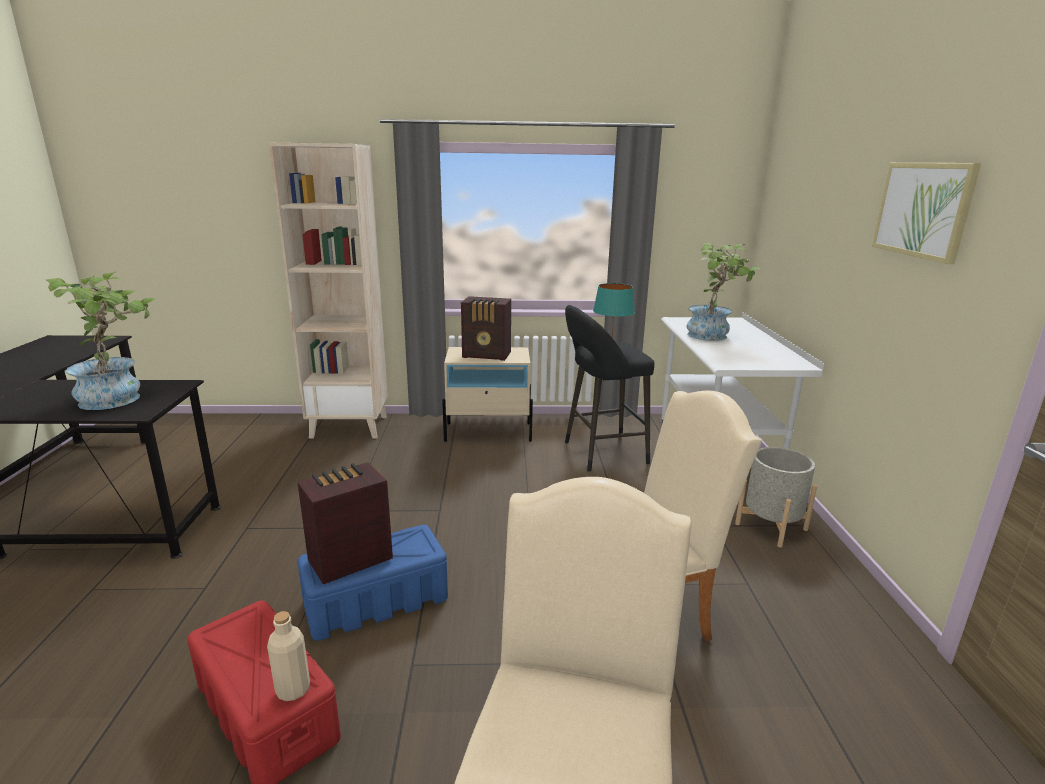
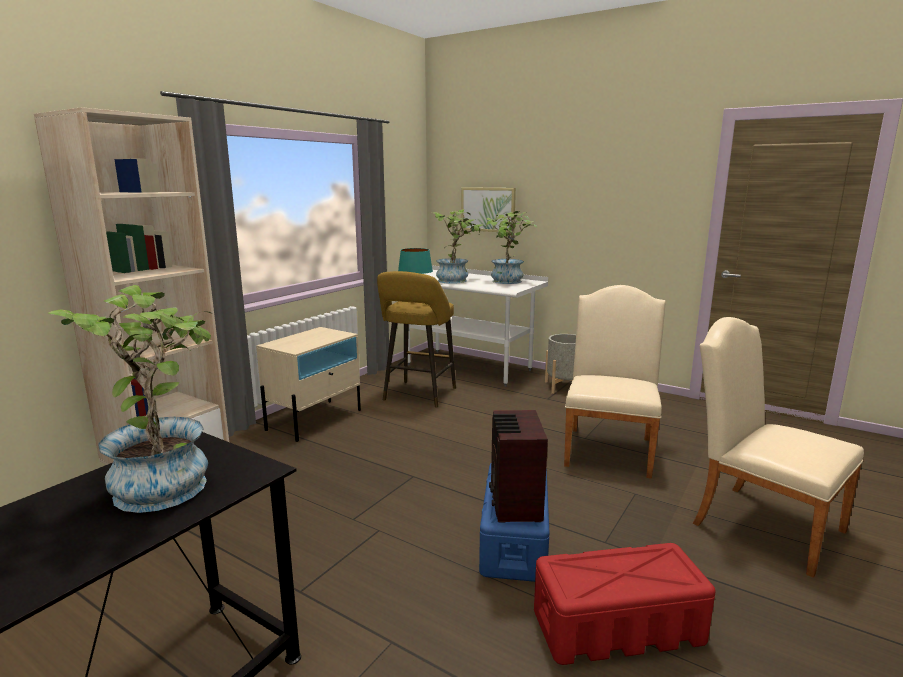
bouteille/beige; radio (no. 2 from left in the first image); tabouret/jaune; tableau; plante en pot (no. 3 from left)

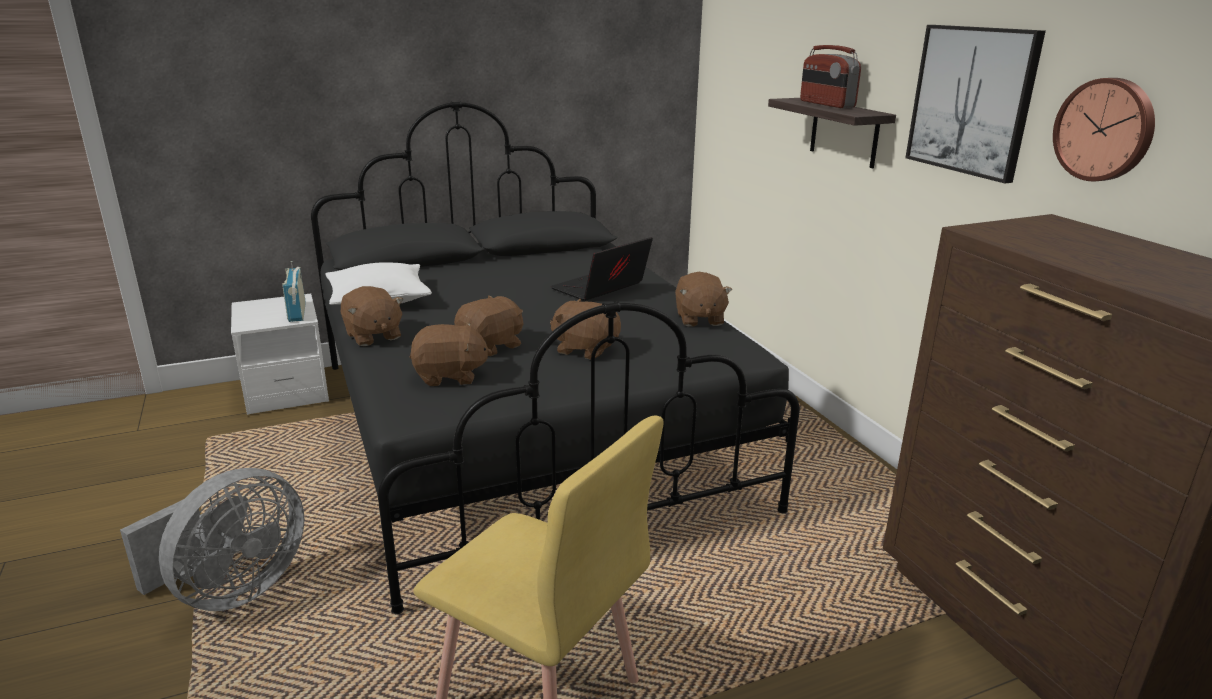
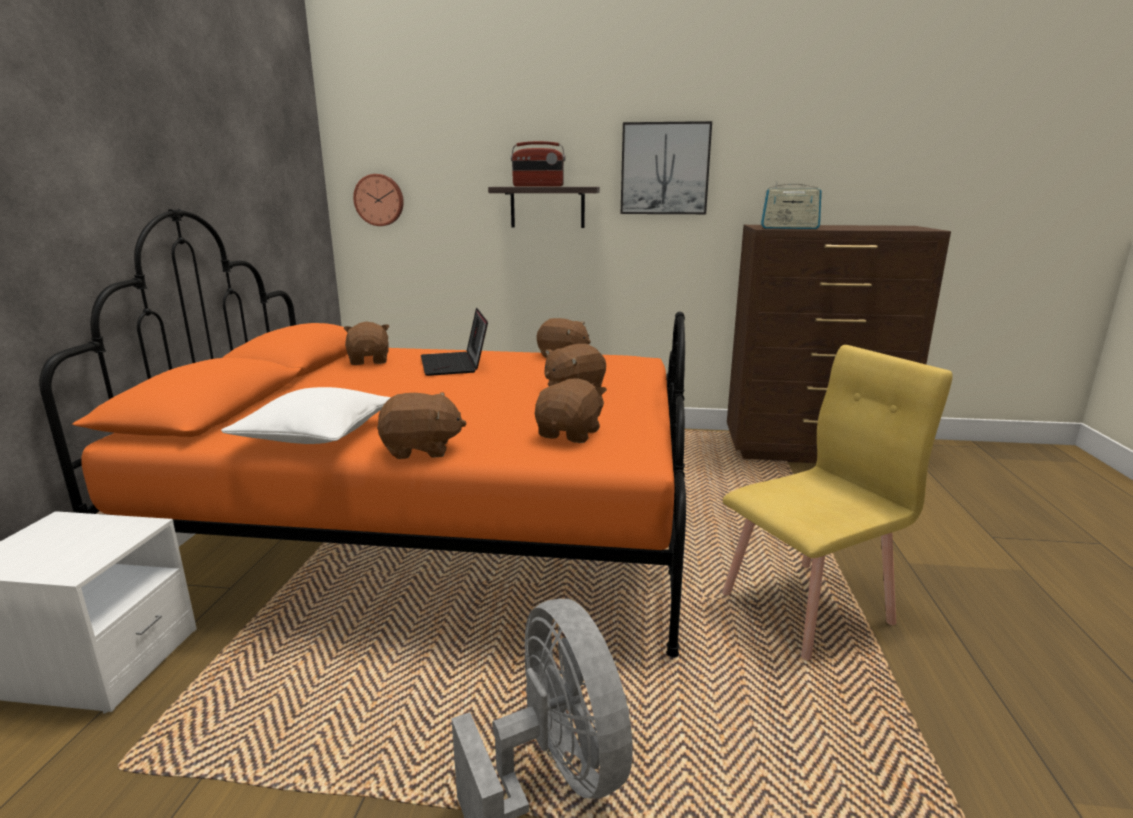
radio (no. 2 from left); lit/orange; peluche/marron (no. 1 from left); horloge murale

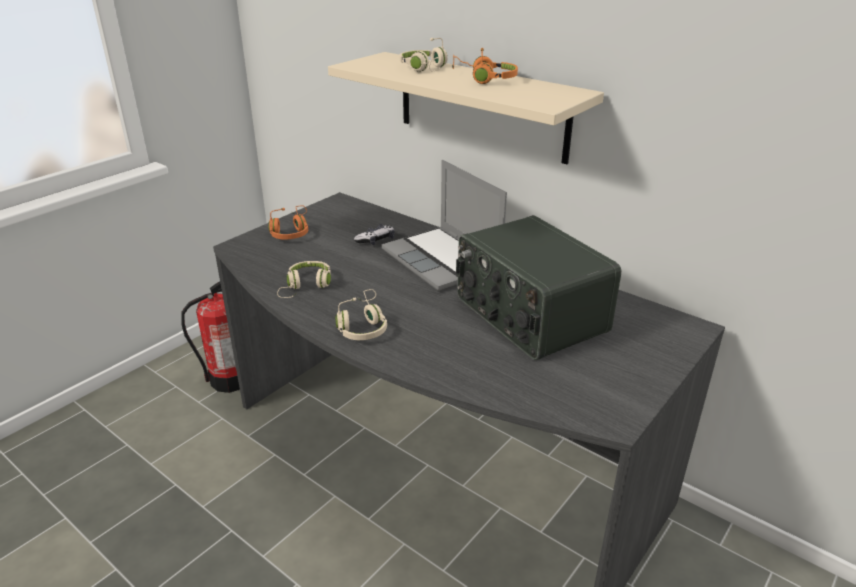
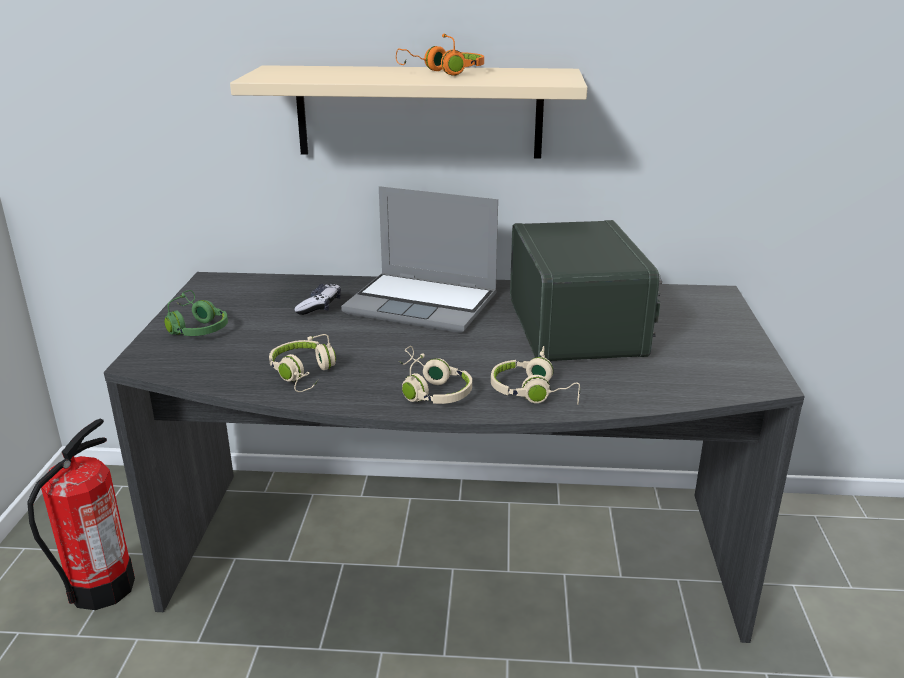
casque audio/vert; casque audio/beige (no. 3 from left); radio

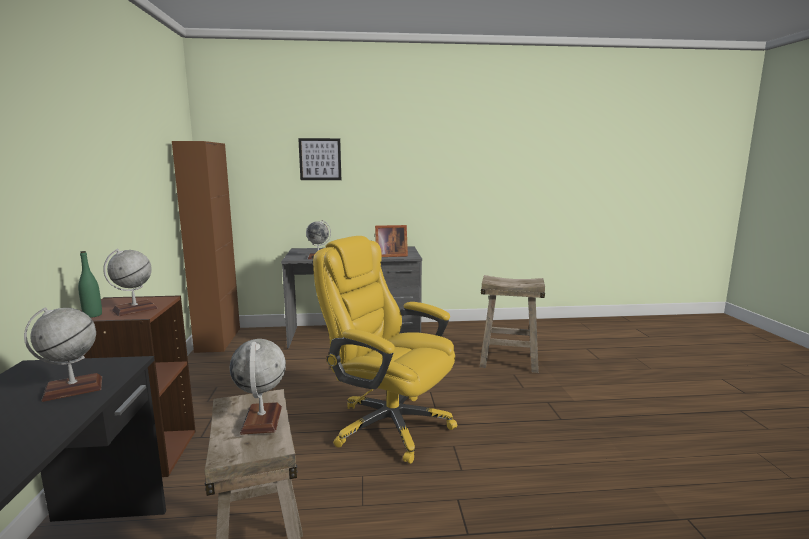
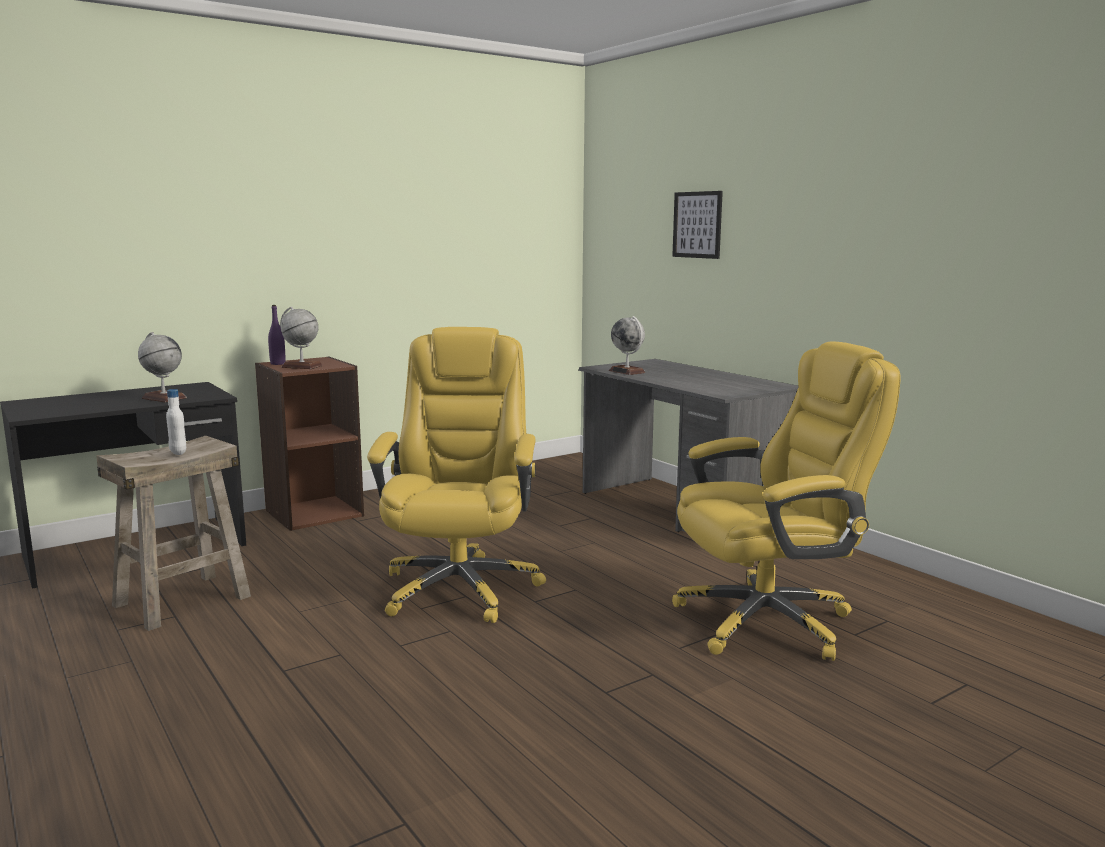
bouteille/violet; meuble de rangement/marron; bouteille/blanc; cadre photo; chaise de bureau/jaune (no. 2 from left)

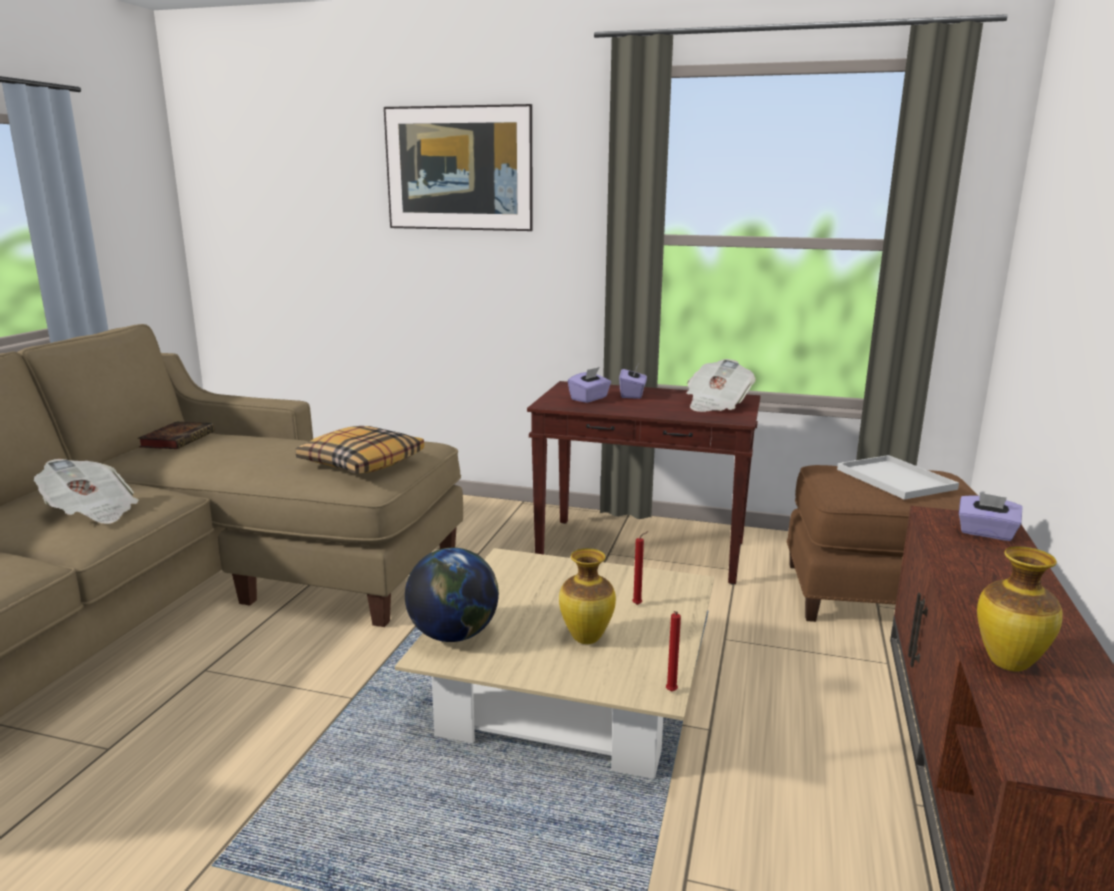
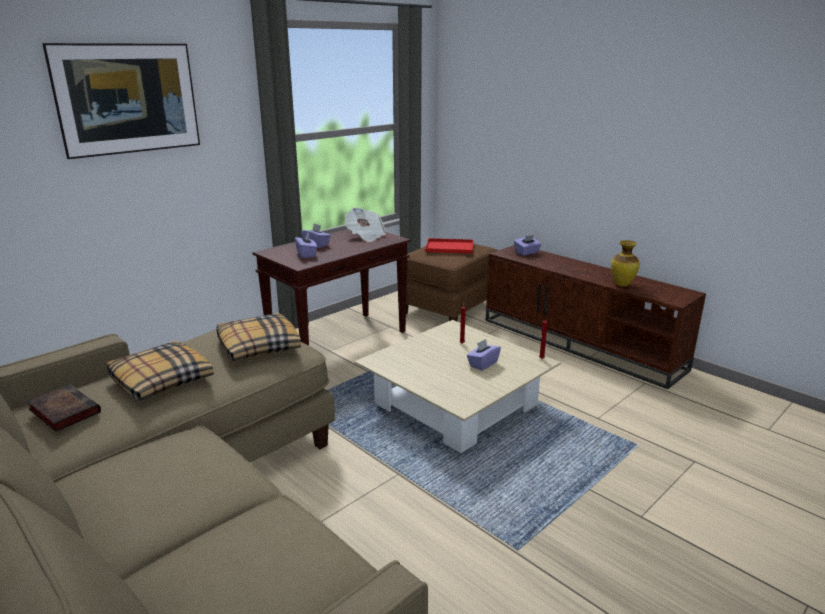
journal (no. 1 from left in the first image); globe; boîte à mouchoirs/violet (no. 3 from left); plateau/rouge; coussin (no. 1 from left)

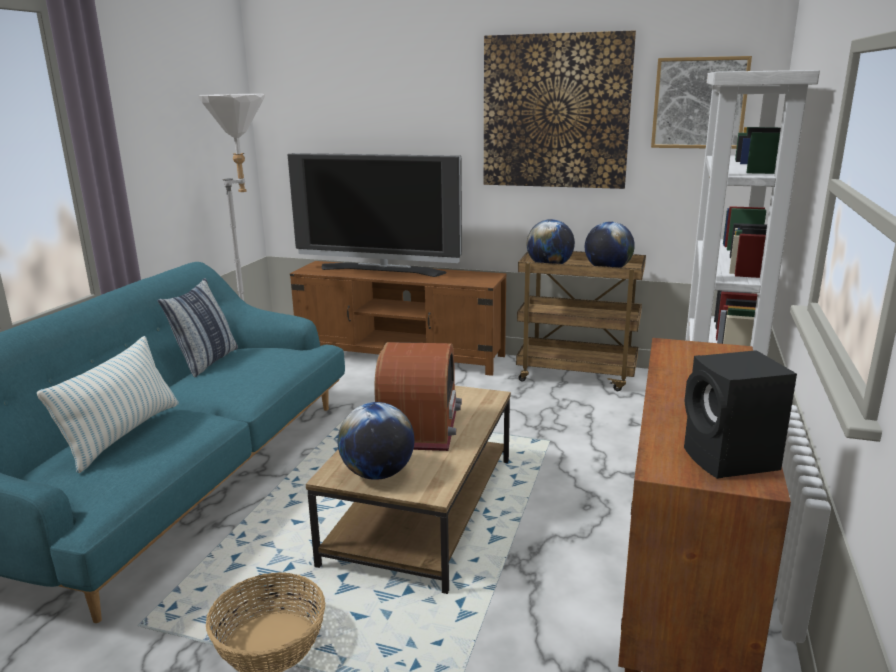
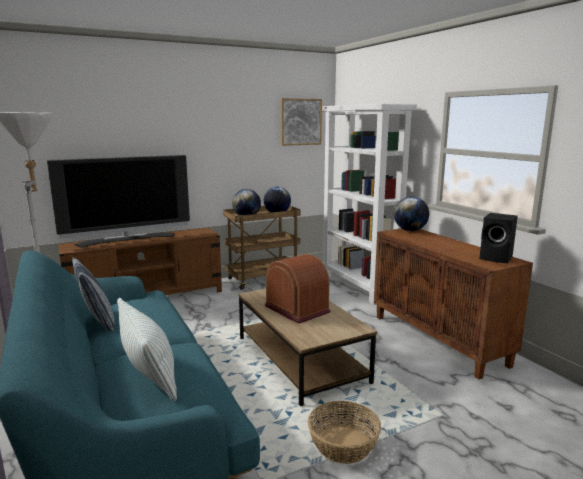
globe (no. 3 from left); tableau (no. 1 from left in the first image)

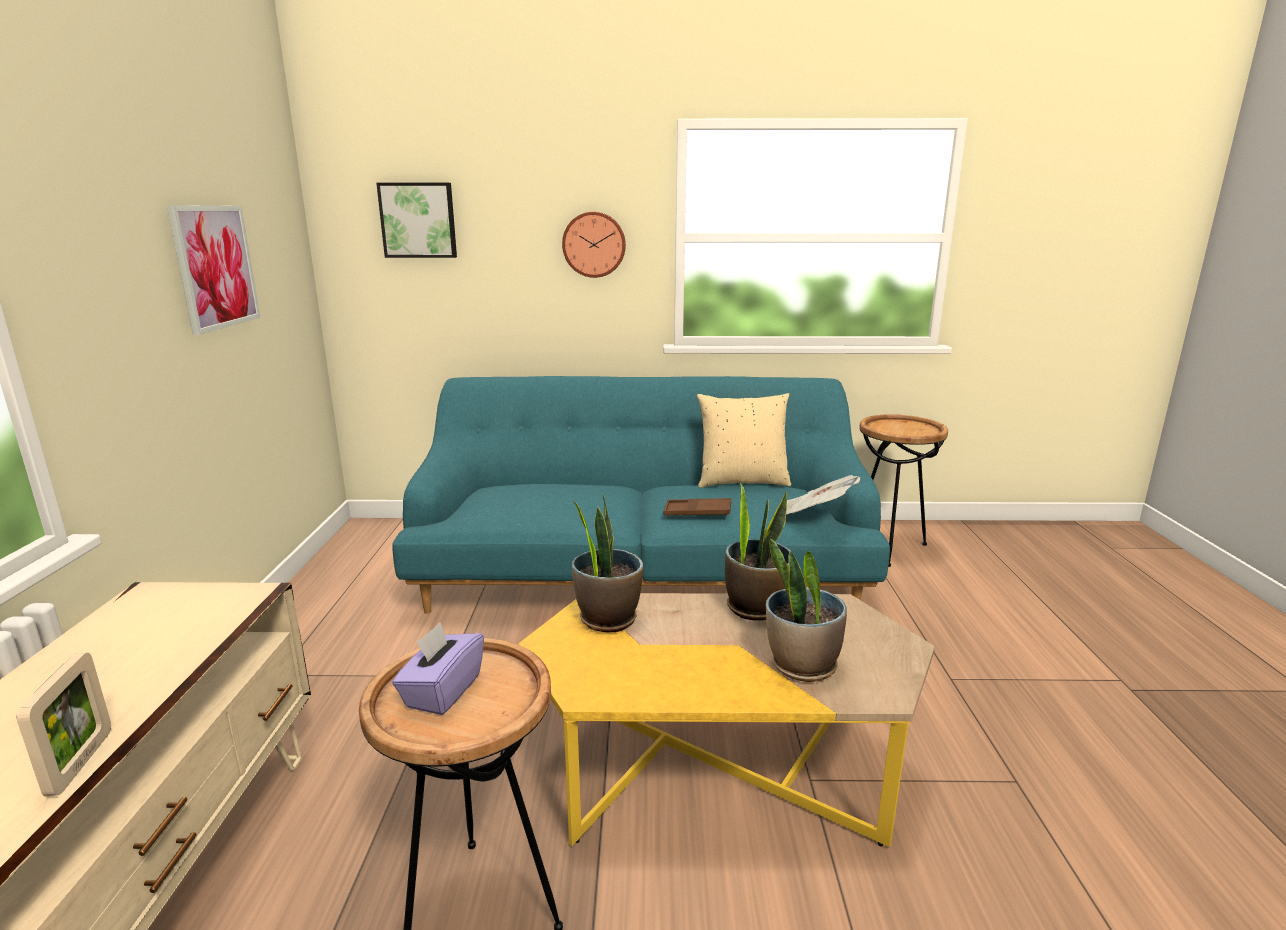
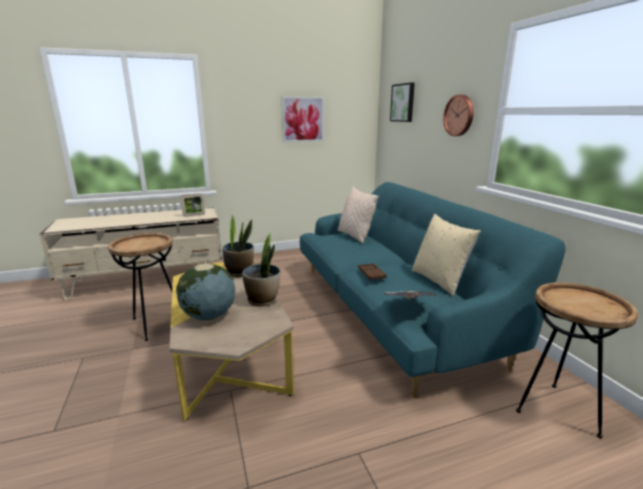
cadre photo; boîte à mouchoirs/violet; globe; coussin/beige (no. 1 from left)

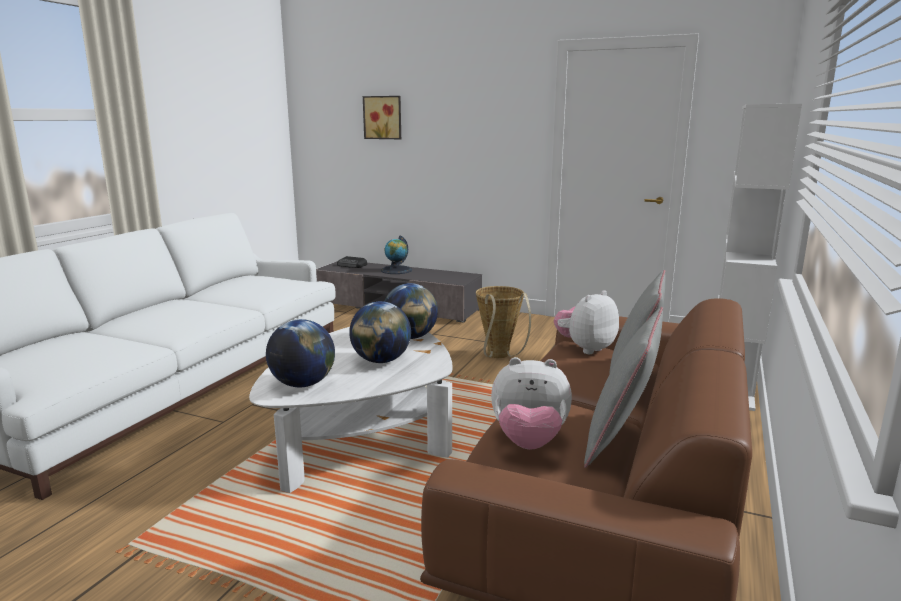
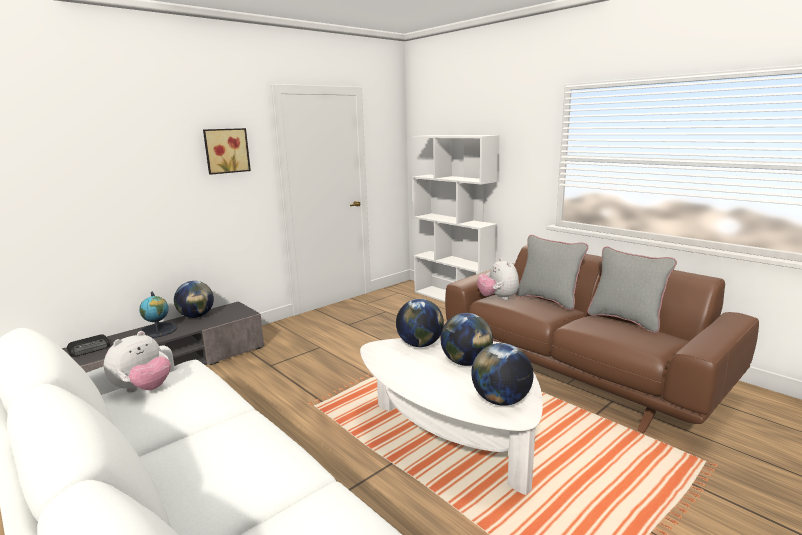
tableau; panier; peluche (no. 1 from left); globe (no. 2 from left)

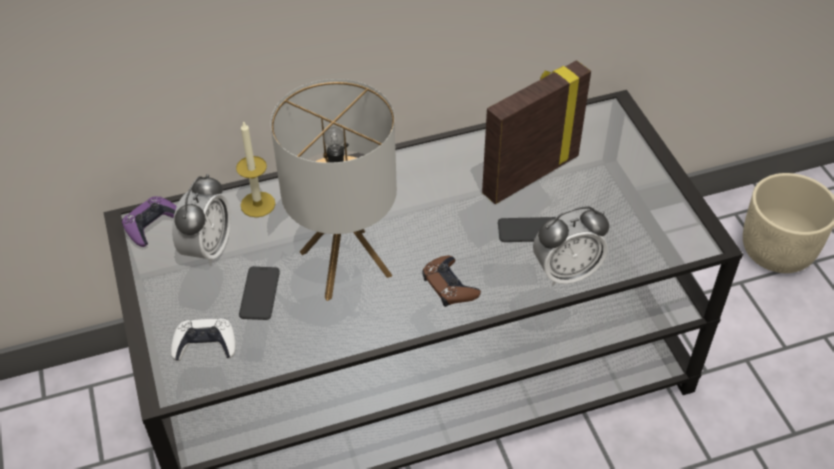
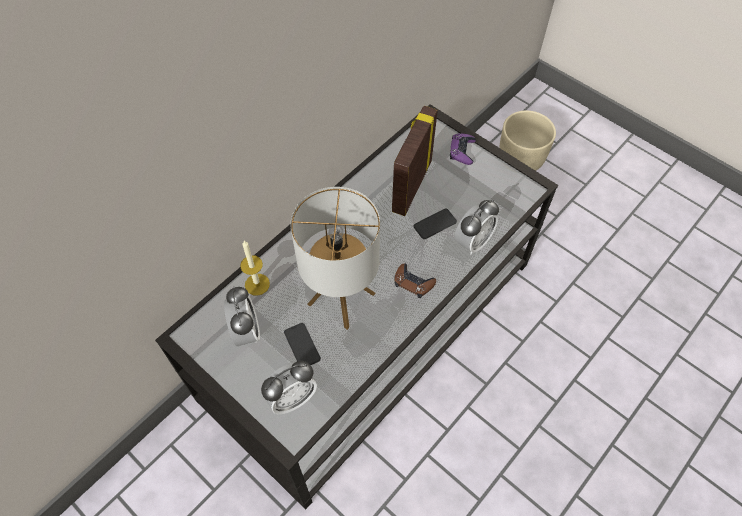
manette/violet; réveil (no. 2 from left)

